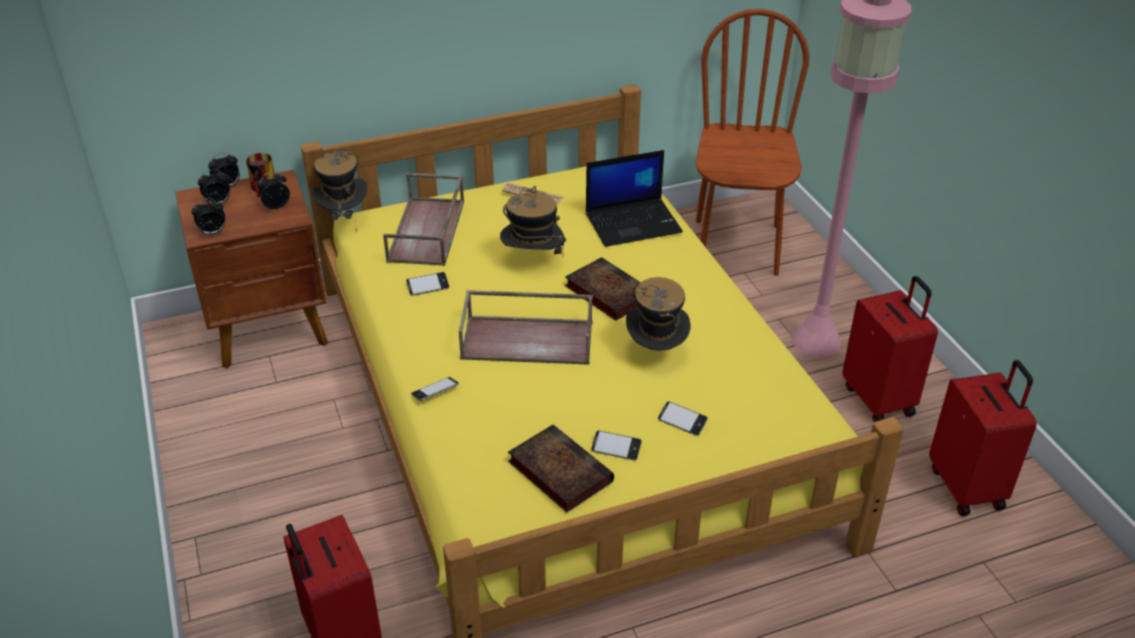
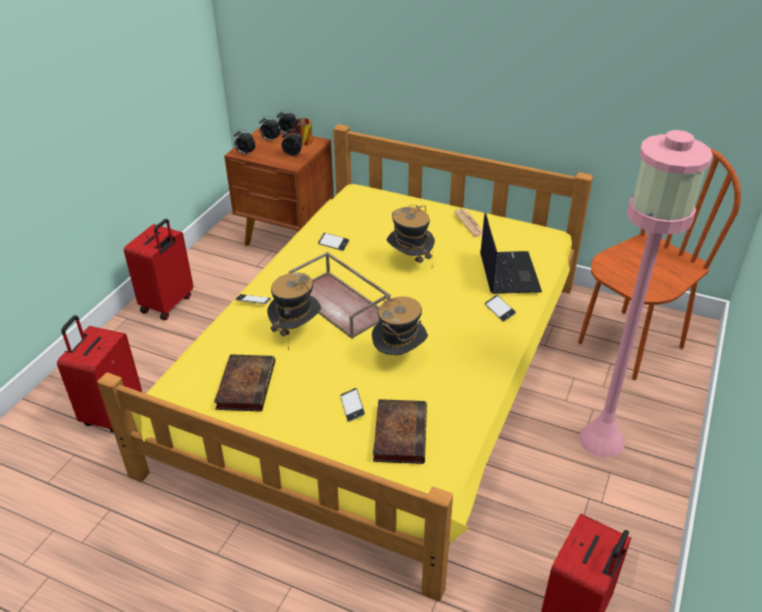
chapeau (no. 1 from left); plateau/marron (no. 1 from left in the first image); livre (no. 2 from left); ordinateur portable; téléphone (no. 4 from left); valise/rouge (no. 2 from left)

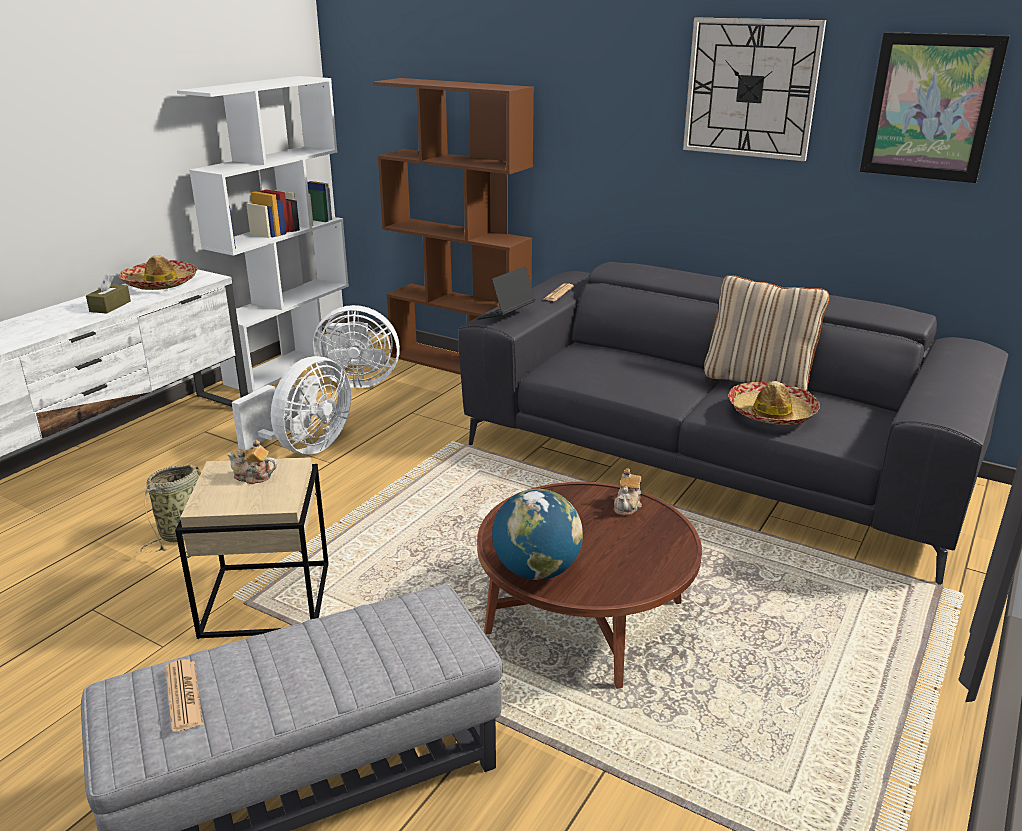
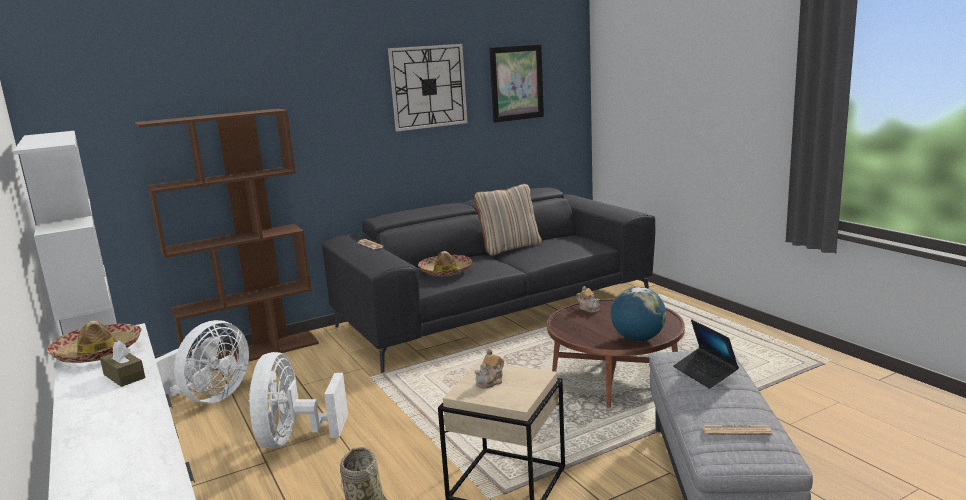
ventilateur/blanc (no. 2 from left); ordinateur portable; chapeau (no. 2 from left)

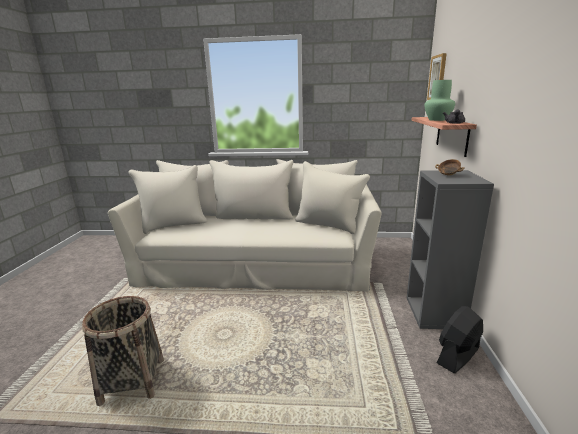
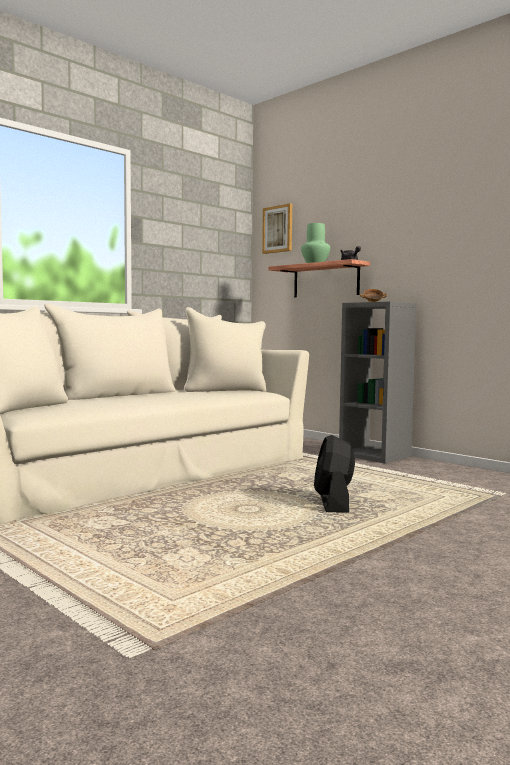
panier; ventilateur/noir

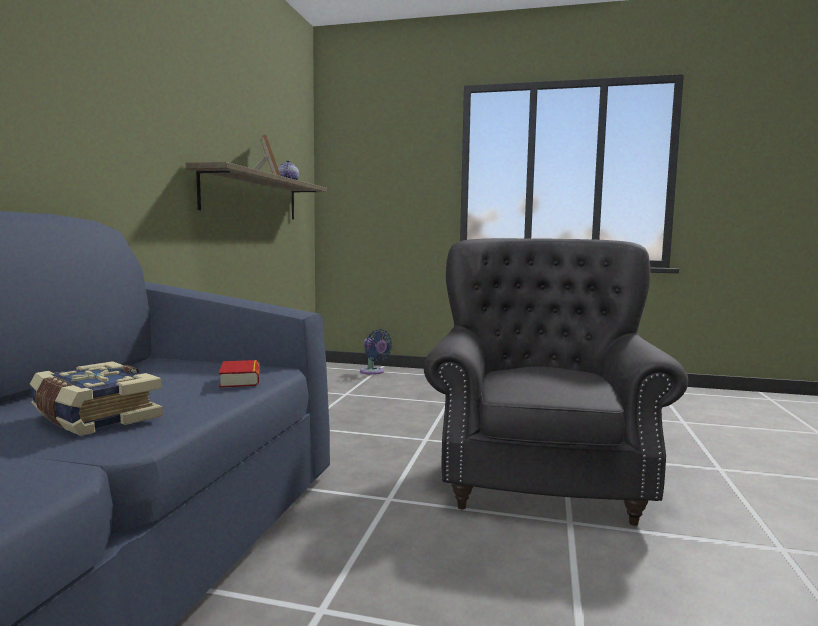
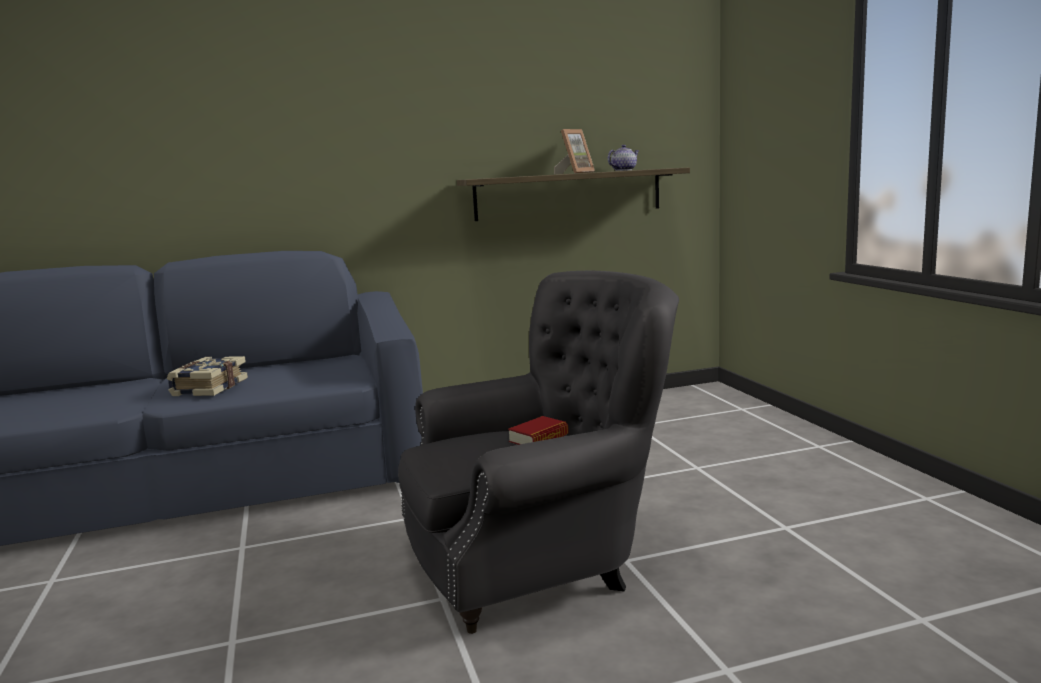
livre (no. 2 from left); ventilateur/bleu

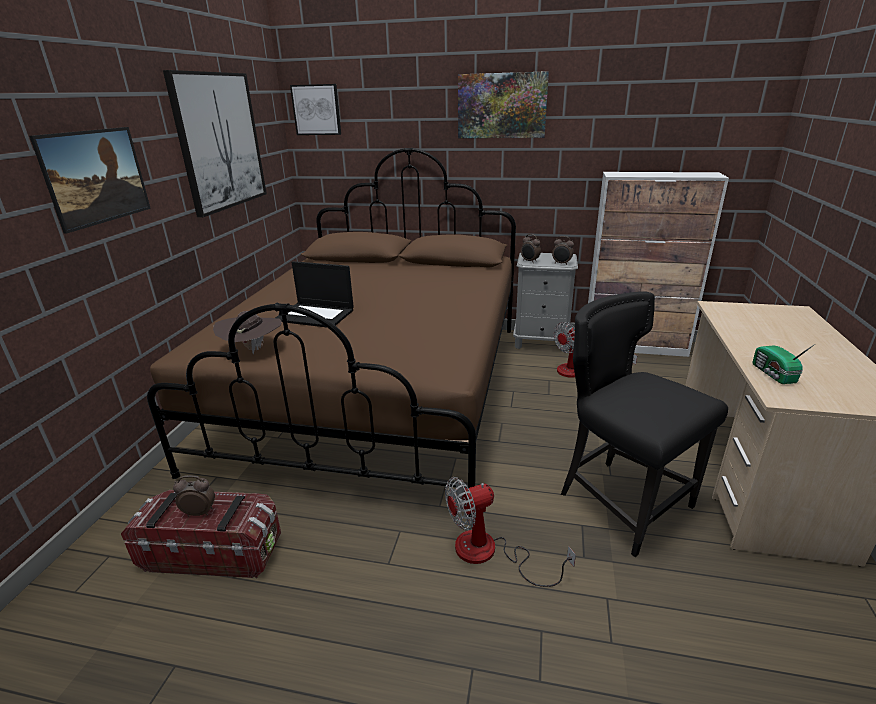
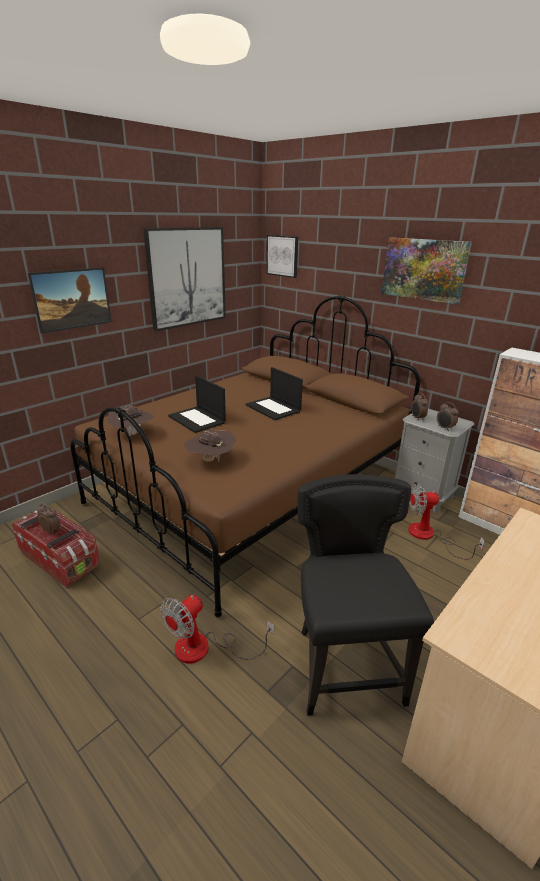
ventilateur (no. 1 from left); radio; chapeau/marron (no. 2 from left); ordinateur portable (no. 2 from left)

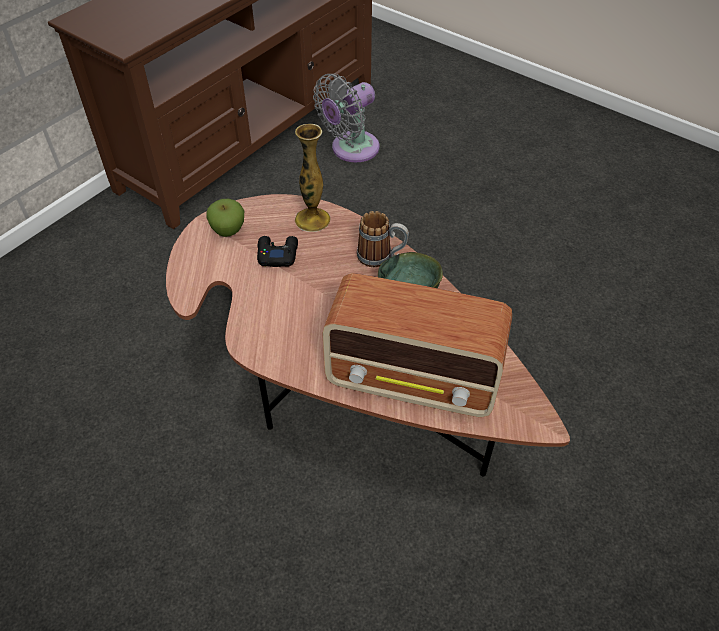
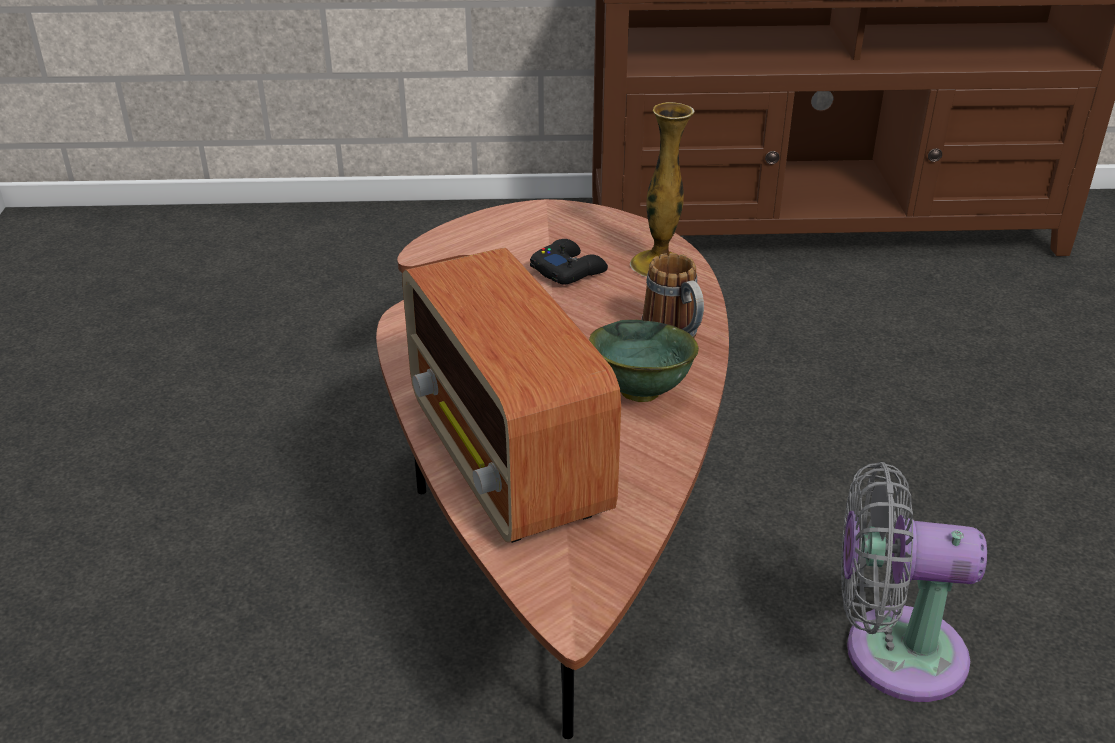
pomme; ventilateur/gris

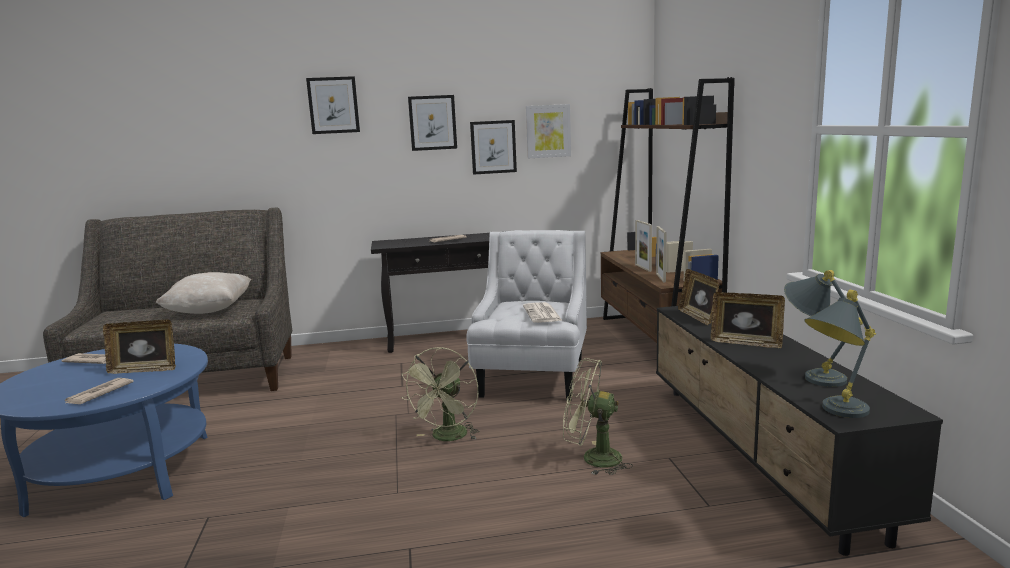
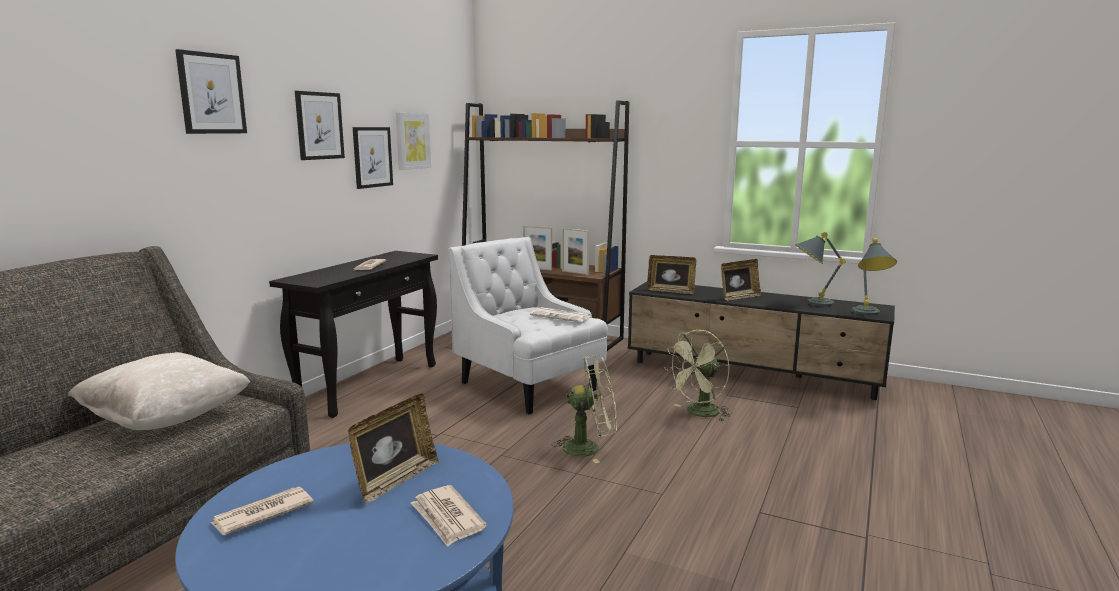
ventilateur/vert (no. 1 from left)

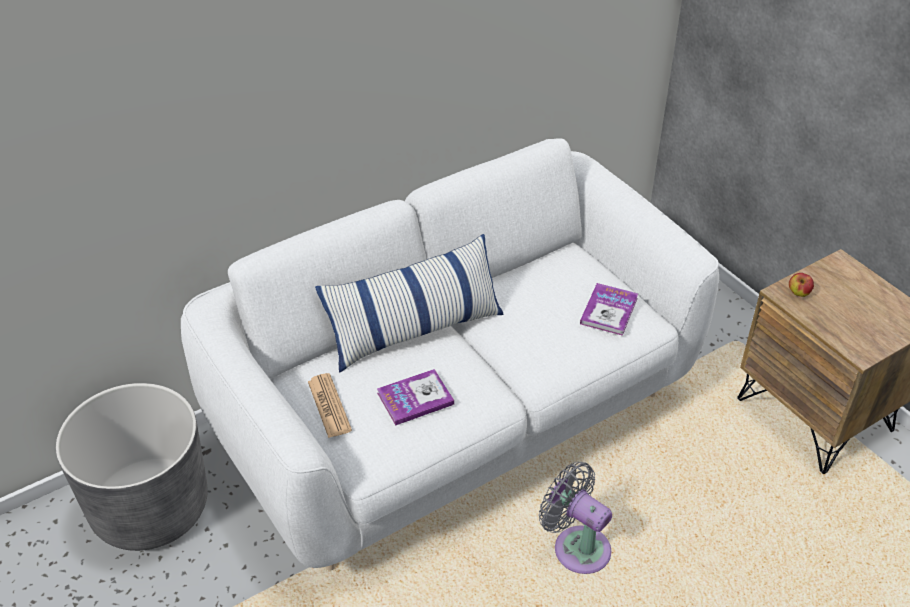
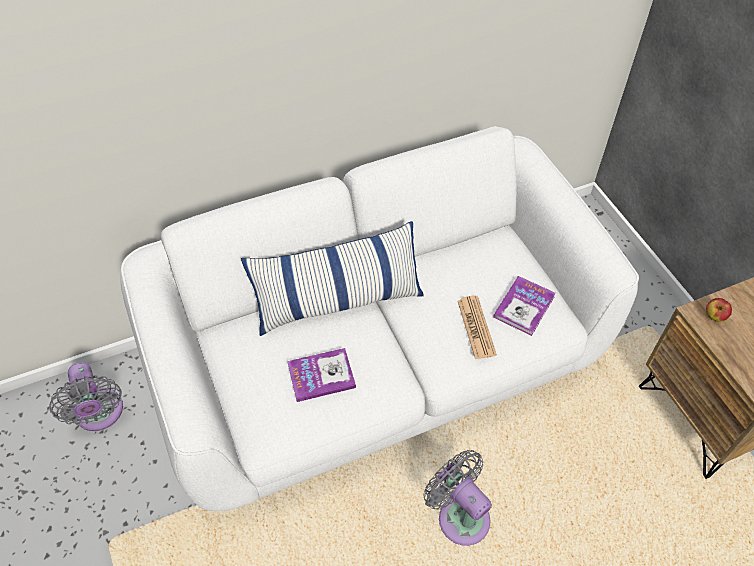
ventilateur/gris (no. 1 from left); journal

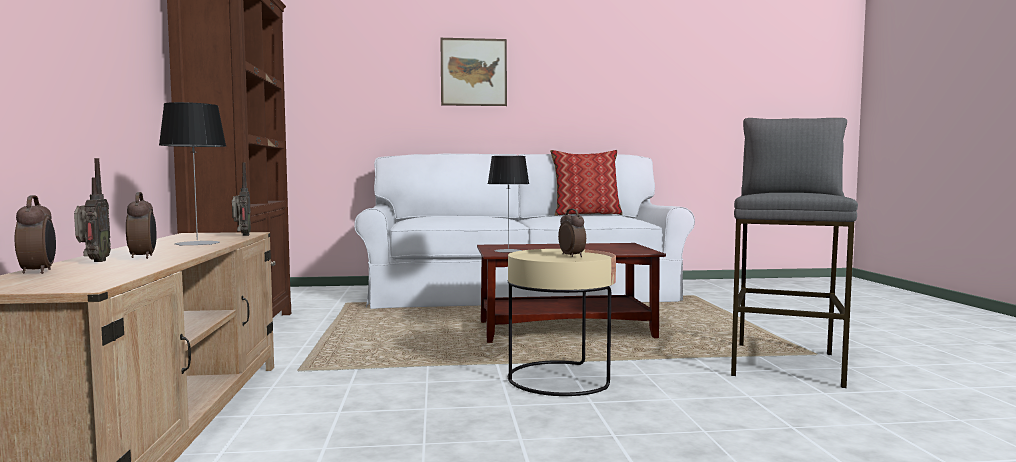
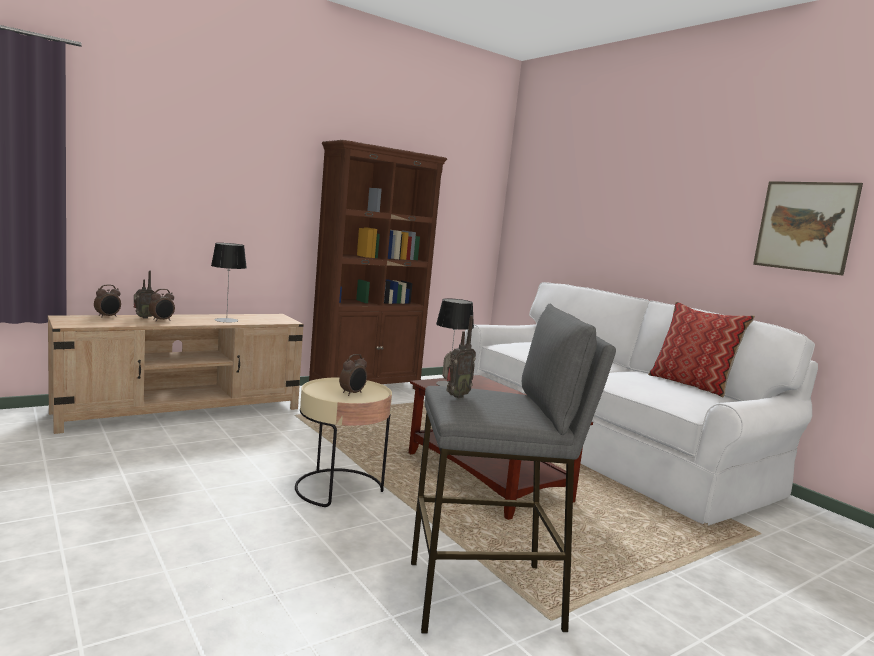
radio (no. 2 from left); tableau

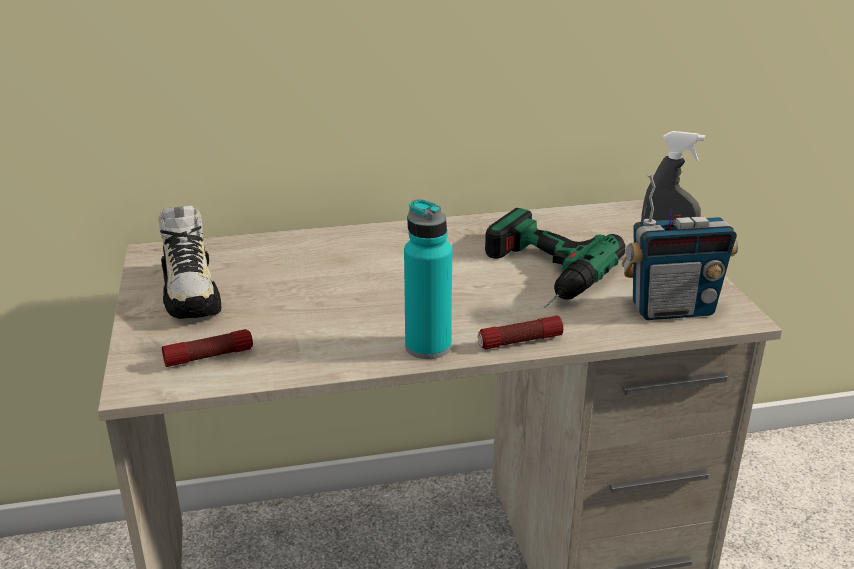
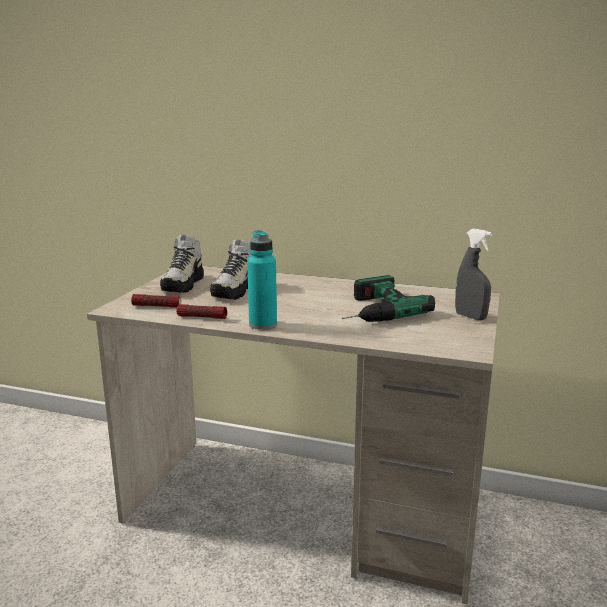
lampe de poche (no. 2 from left); radio; chaussure (no. 2 from left)

